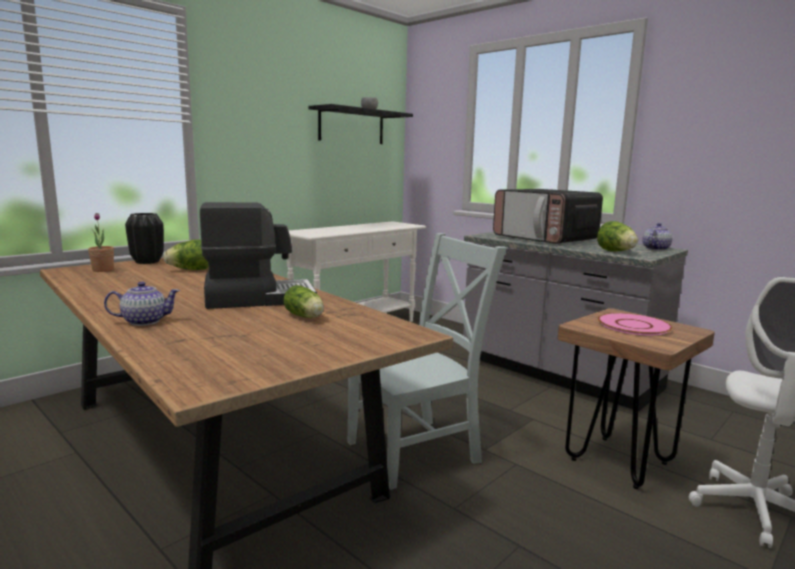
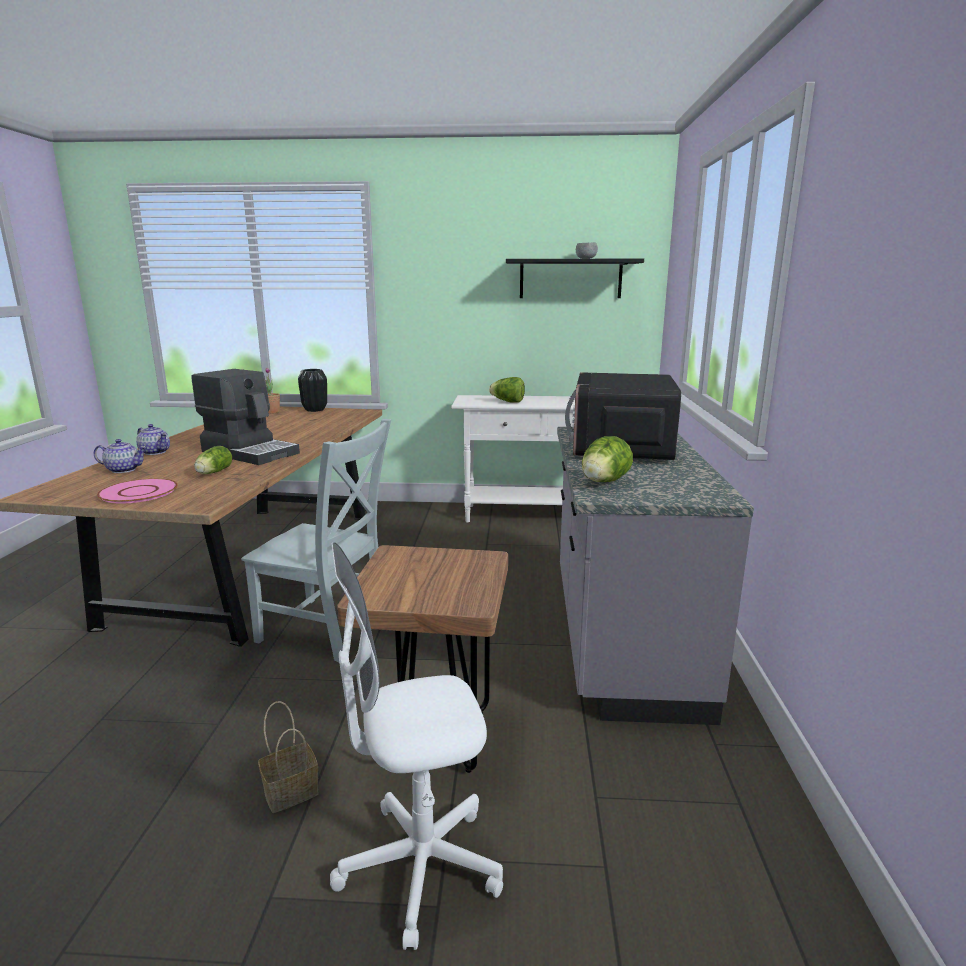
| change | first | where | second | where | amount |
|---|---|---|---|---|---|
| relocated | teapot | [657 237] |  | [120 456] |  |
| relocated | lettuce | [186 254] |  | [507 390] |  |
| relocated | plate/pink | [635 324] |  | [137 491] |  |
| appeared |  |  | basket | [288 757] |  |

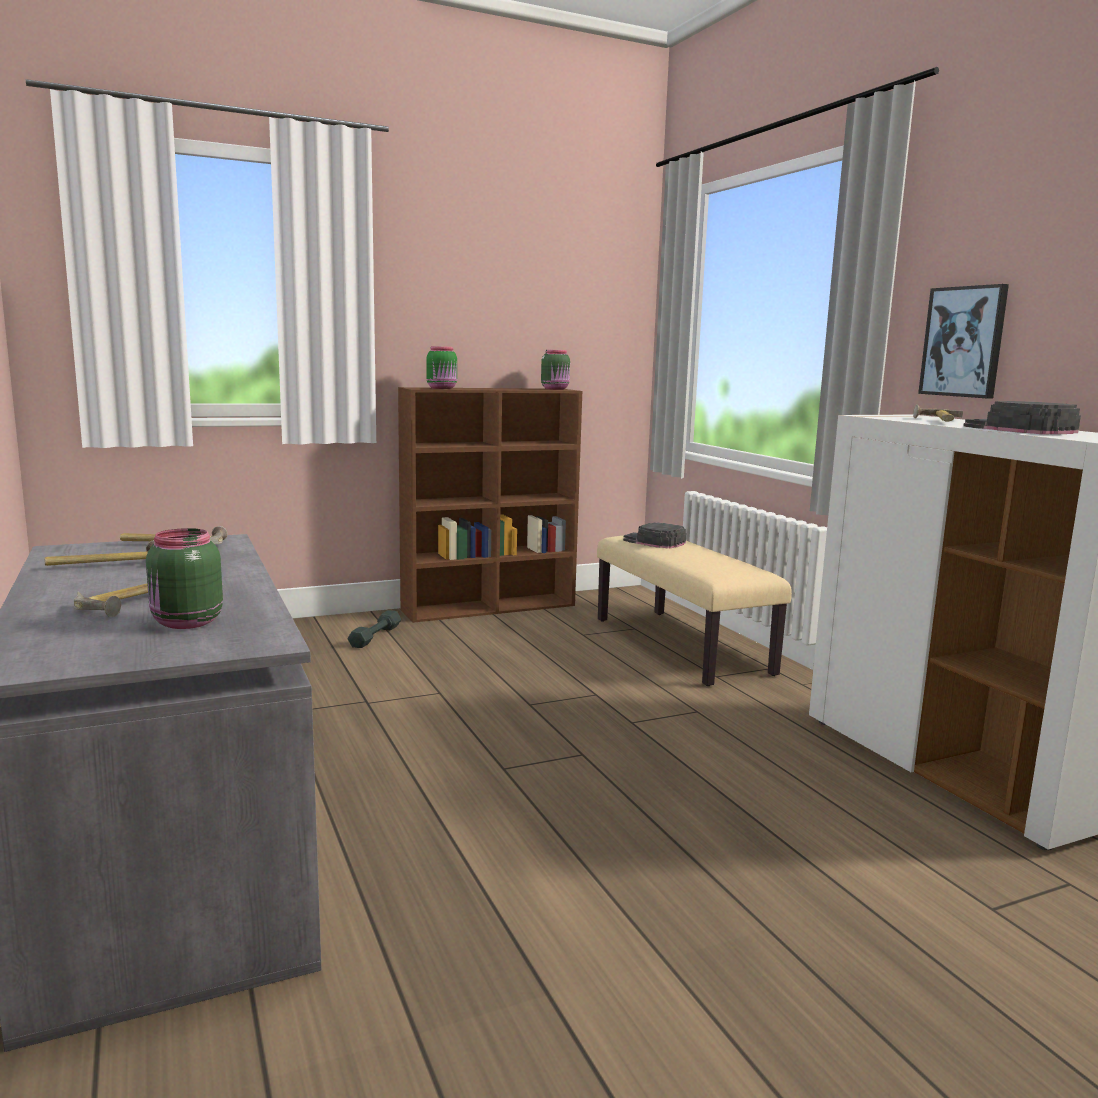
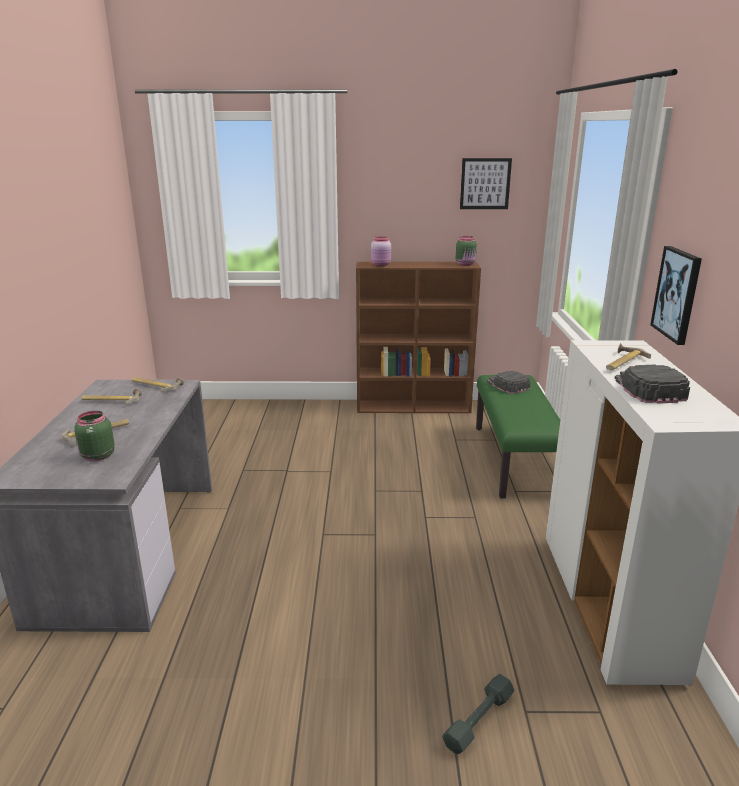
| change | first | where | second | where | amount |
|---|---|---|---|---|---|
| colour | jar/green | [441 367] | jar/pink | [381 251] |  |
| colour | bench/beige | [694 610] | bench/green | [518 437] |  |
| relocated | dumbbell/grey | [374 629] |  | [478 714] |  |
| appeared |  |  | picture | [486 183] |  |

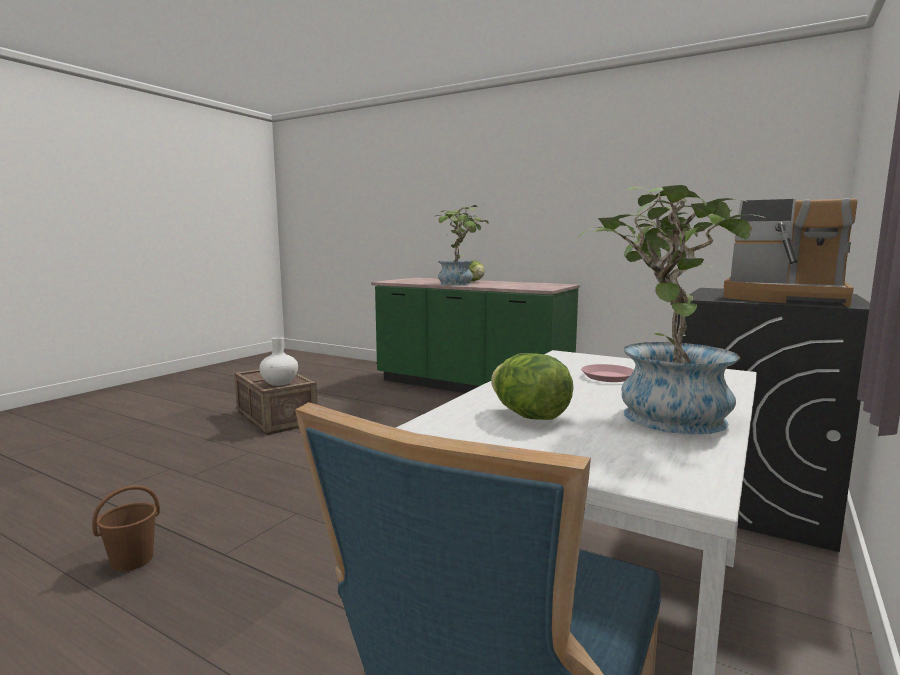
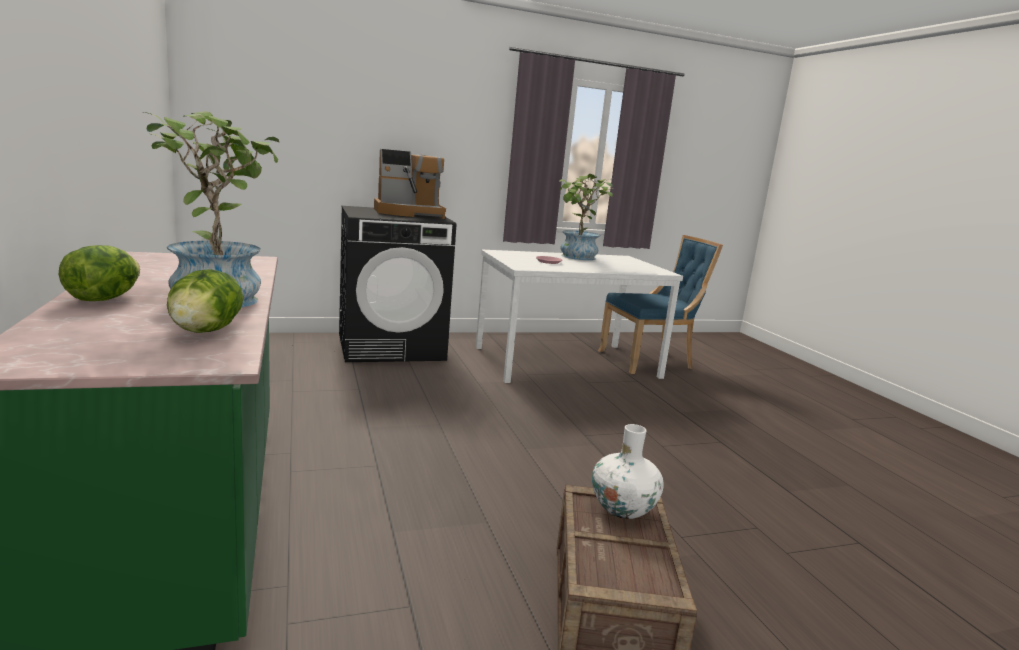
| change | first | where | second | where | amount |
|---|---|---|---|---|---|
| spun | coffee machine | [790 252] |  | [410 184] | 90 degrees clockwise |
| relocated | lettuce | [532 386] |  | [205 301] |  |
| missing | bucket/brown | [126 528] |  |  |  |

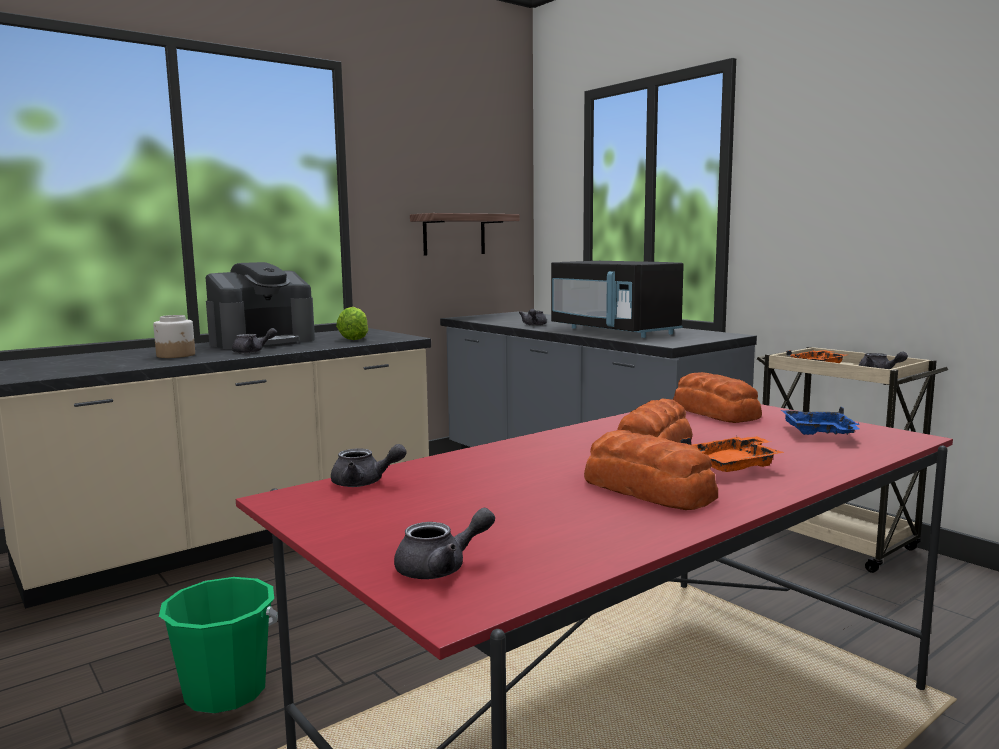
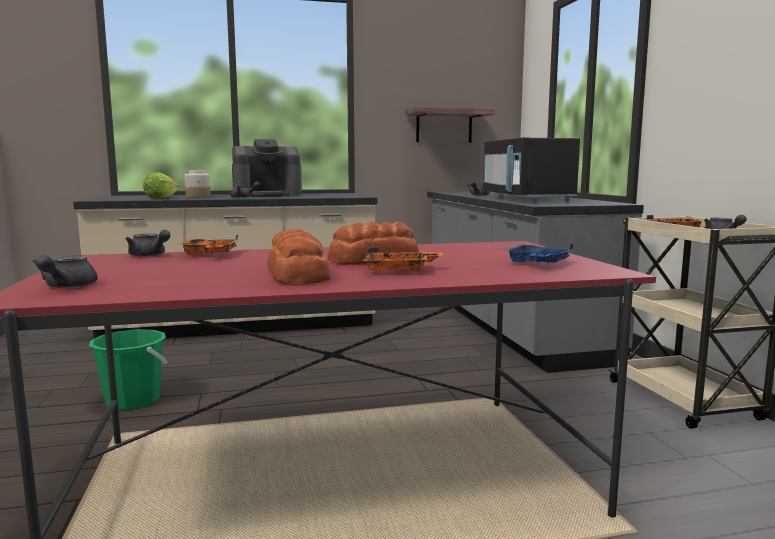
| change | first | where | second | where | amount |
|---|---|---|---|---|---|
| relocated | lettuce | [352 323] |  | [161 185] |  |
| missing | bread | [717 397] |  |  |  |
| spun | teapot/grey | [444 543] |  | [65 271] | 90 degrees clockwise |
| appeared |  |  | tray/orange | [208 245] |  |

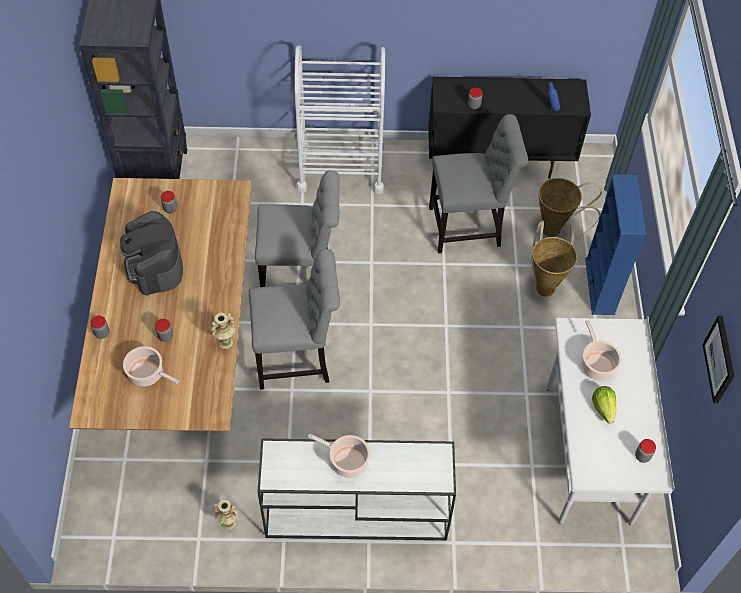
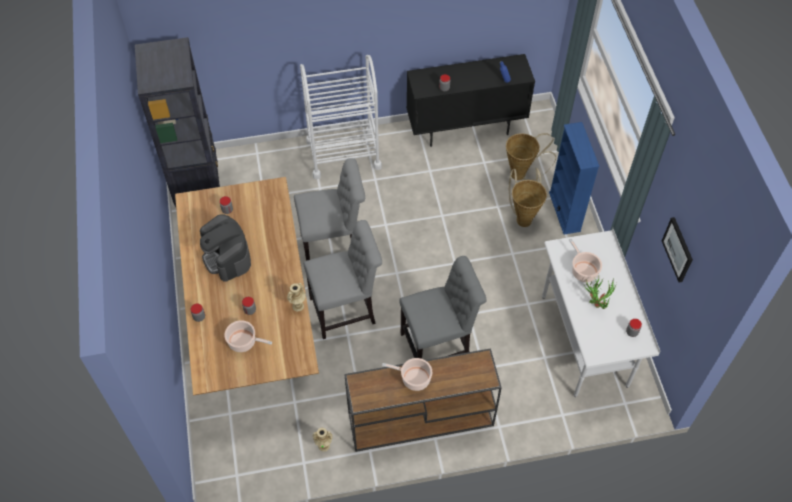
| change | first | where | second | where | amount |
|---|---|---|---|---|---|
| relocated | chair/grey | [478 183] |  | [443 307] |  |
| exchanged | lettuce | [604 405] | potted plant | [600 293] |  |
| colour | console table/white | [357 489] | console table/brown | [423 400] |  |

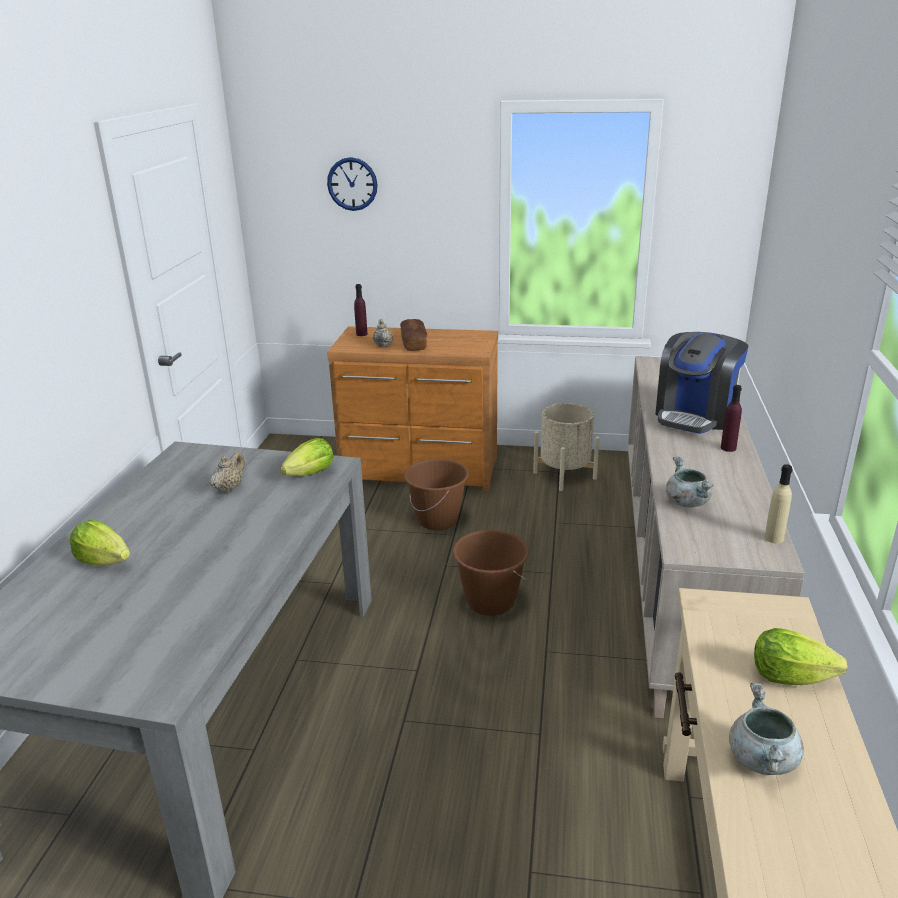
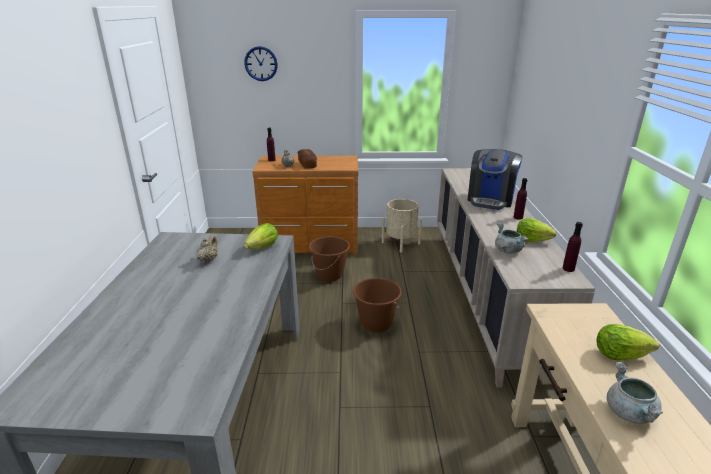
| change | first | where | second | where | amount |
|---|---|---|---|---|---|
| colour | bottle/beige | [779 504] | bottle/purple | [573 247] |  |
| relocated | lettuce | [99 543] |  | [537 230] |  |

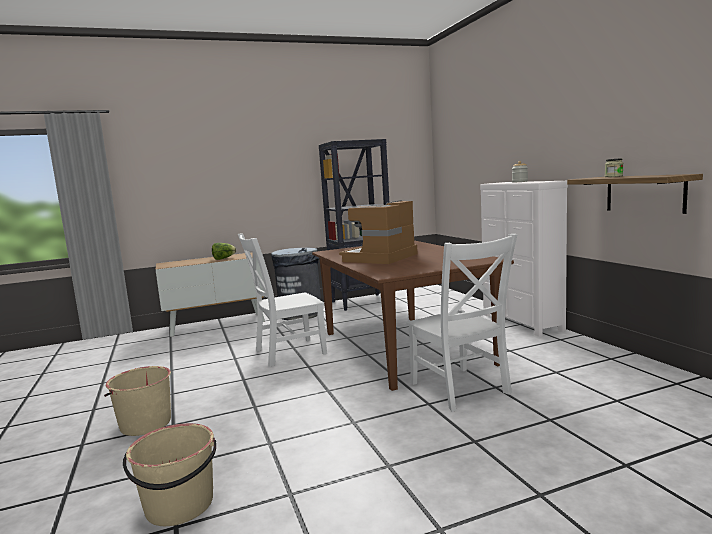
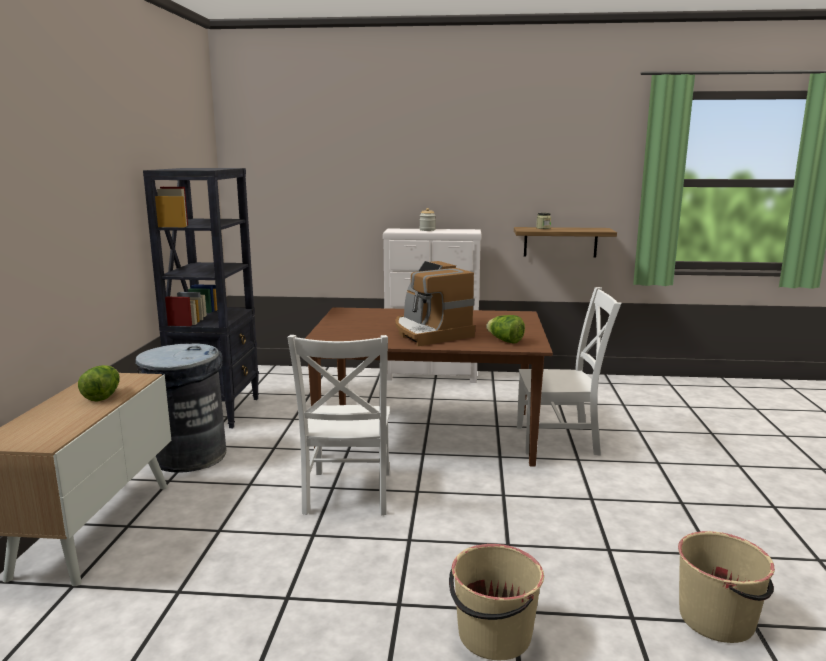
| change | first | where | second | where | amount |
|---|---|---|---|---|---|
| appeared |  |  | lettuce | [505 329] |  |

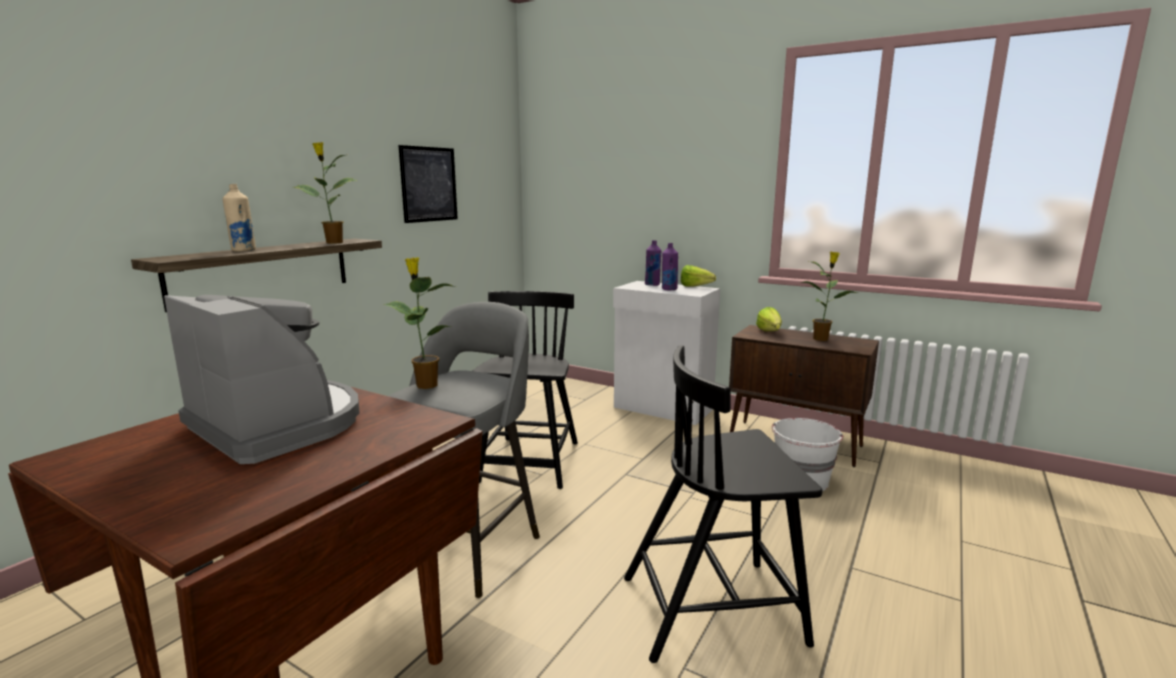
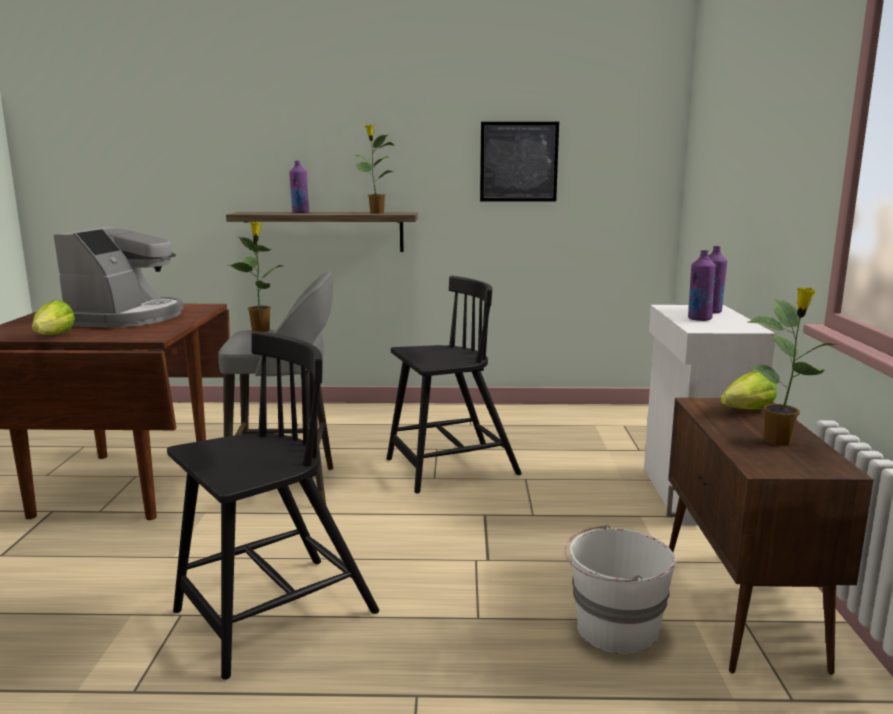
| change | first | where | second | where | amount |
|---|---|---|---|---|---|
| colour | bottle/beige | [239 218] | bottle/purple | [299 187] |  |
| relocated | lettuce | [698 276] |  | [53 317] |  |
| spun | chair/black | [723 504] |  | [273 505] | 90 degrees clockwise |

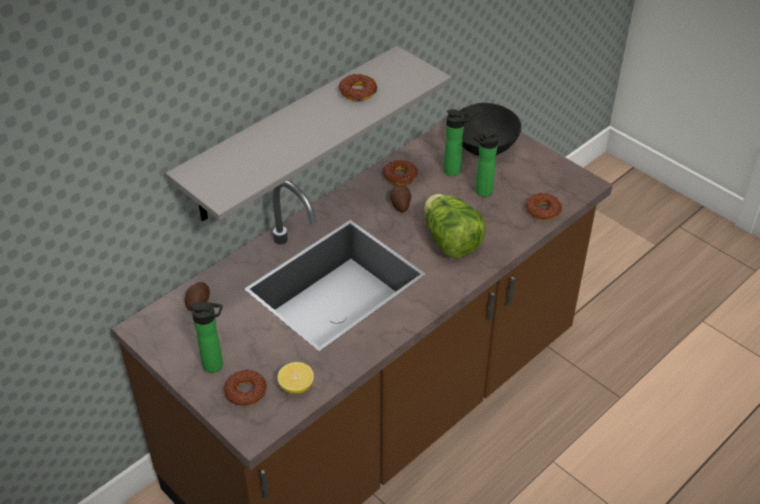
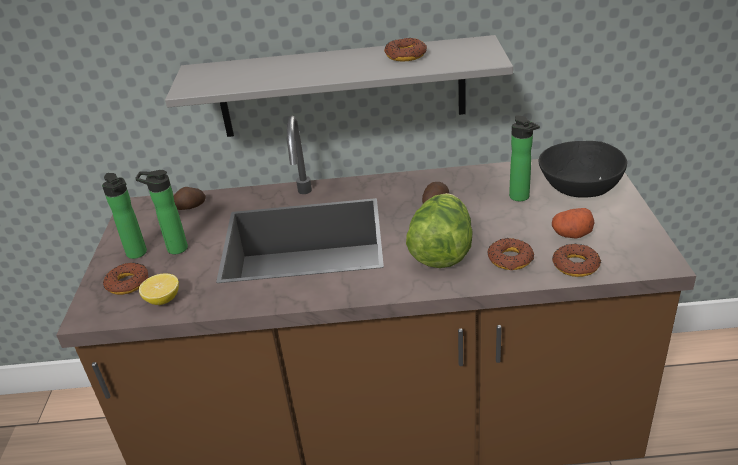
| change | first | where | second | where | amount |
|---|---|---|---|---|---|
| relocated | bottle | [486 163] |  | [161 212] |  |
| relocated | donut | [400 172] |  | [511 254] |  |
| appeared |  |  | potato | [573 223] |  |

